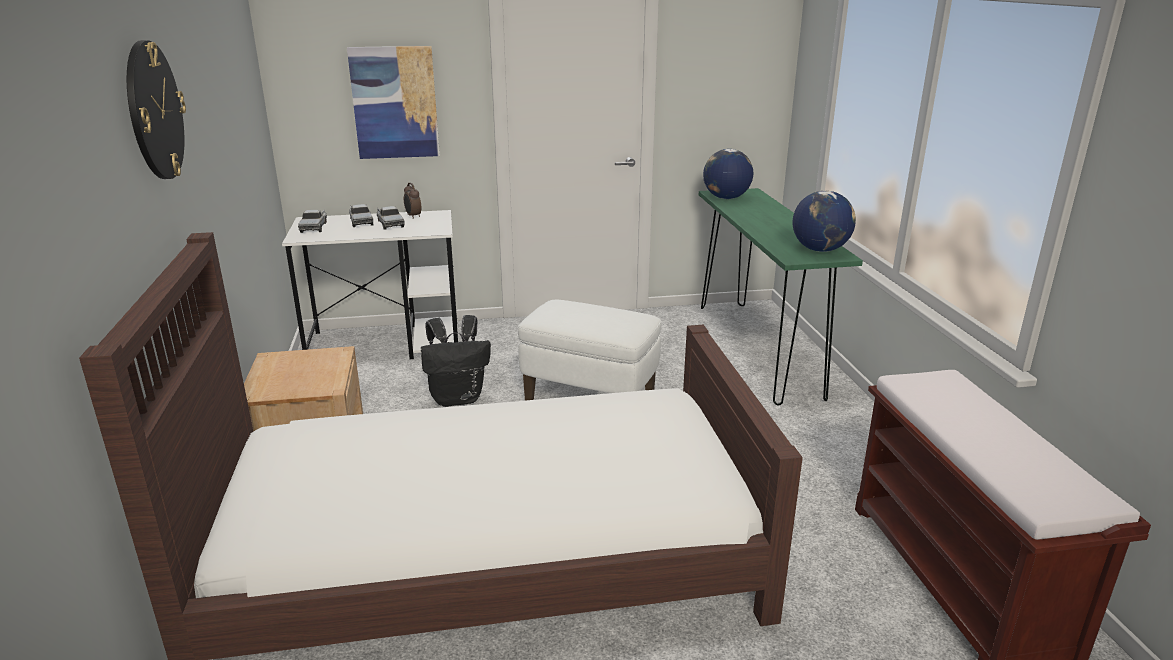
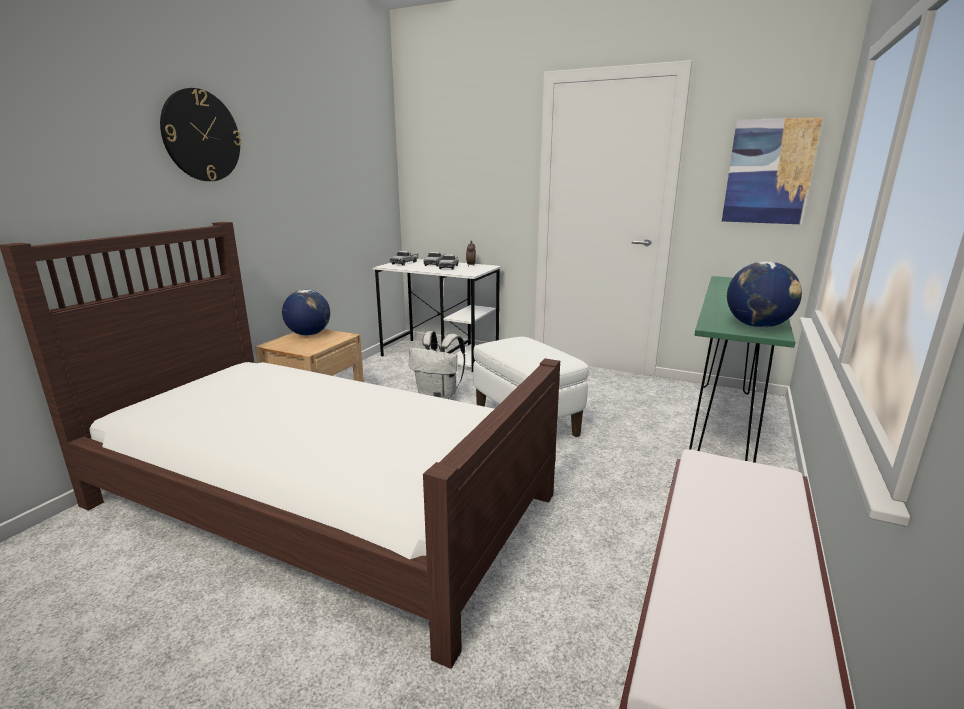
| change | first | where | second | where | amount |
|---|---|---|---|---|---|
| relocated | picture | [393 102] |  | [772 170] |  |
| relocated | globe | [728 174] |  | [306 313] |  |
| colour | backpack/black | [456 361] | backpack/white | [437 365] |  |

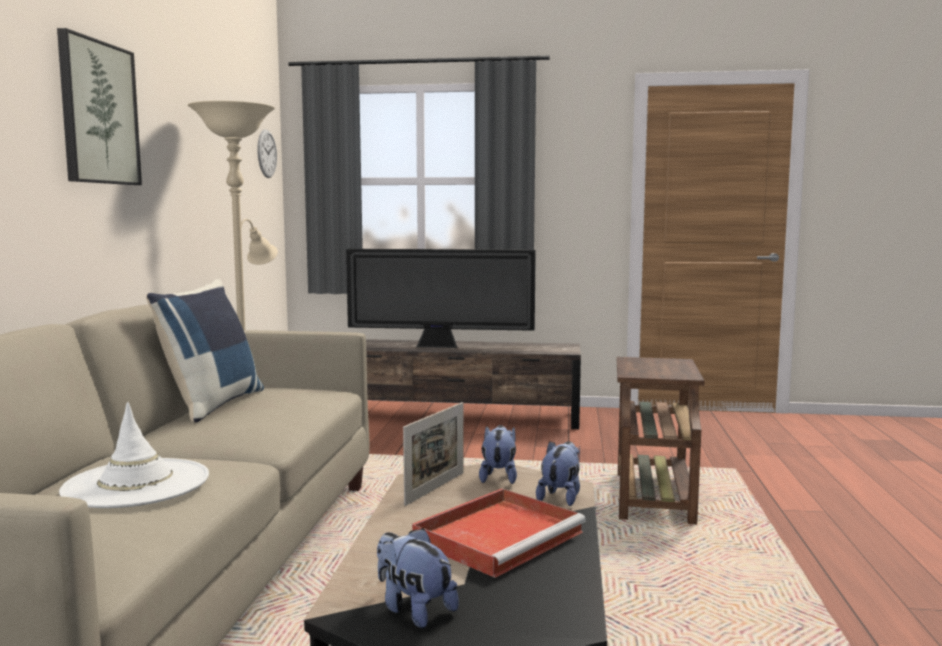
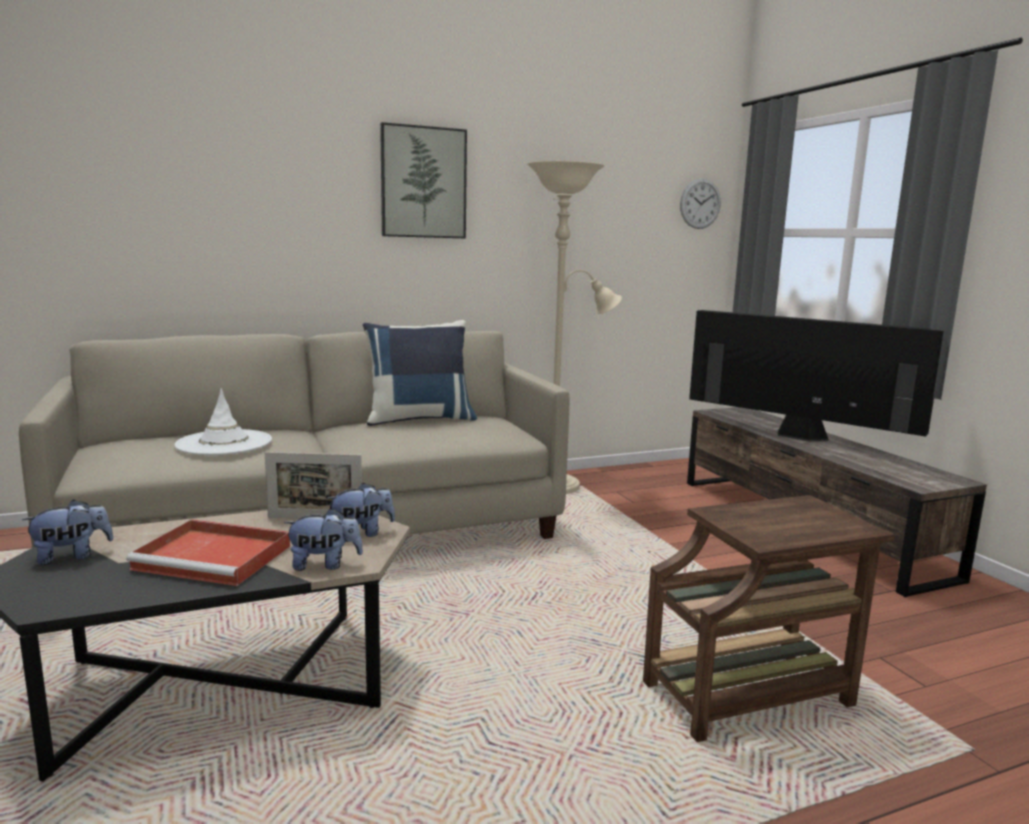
| change | first | where | second | where | amount |
|---|---|---|---|---|---|
| spun | television | [441 298] |  | [816 375] | 150 degrees clockwise |
| spun | plush toy | [418 578] |  | [68 532] | 45 degrees clockwise |

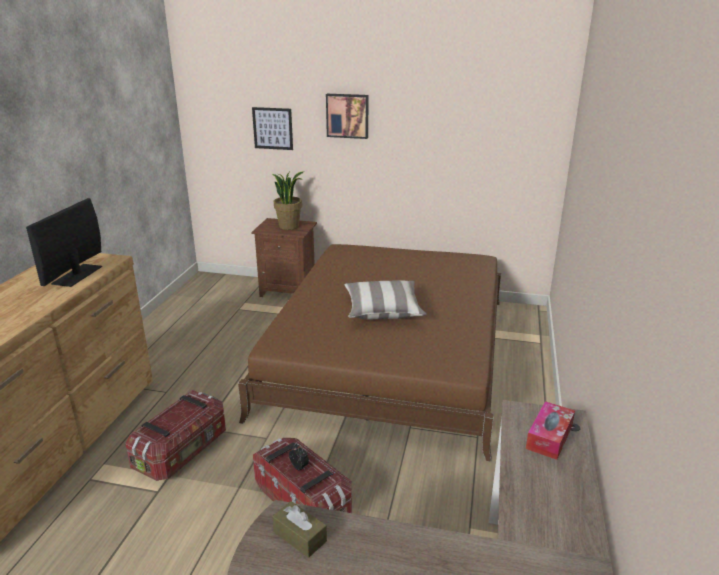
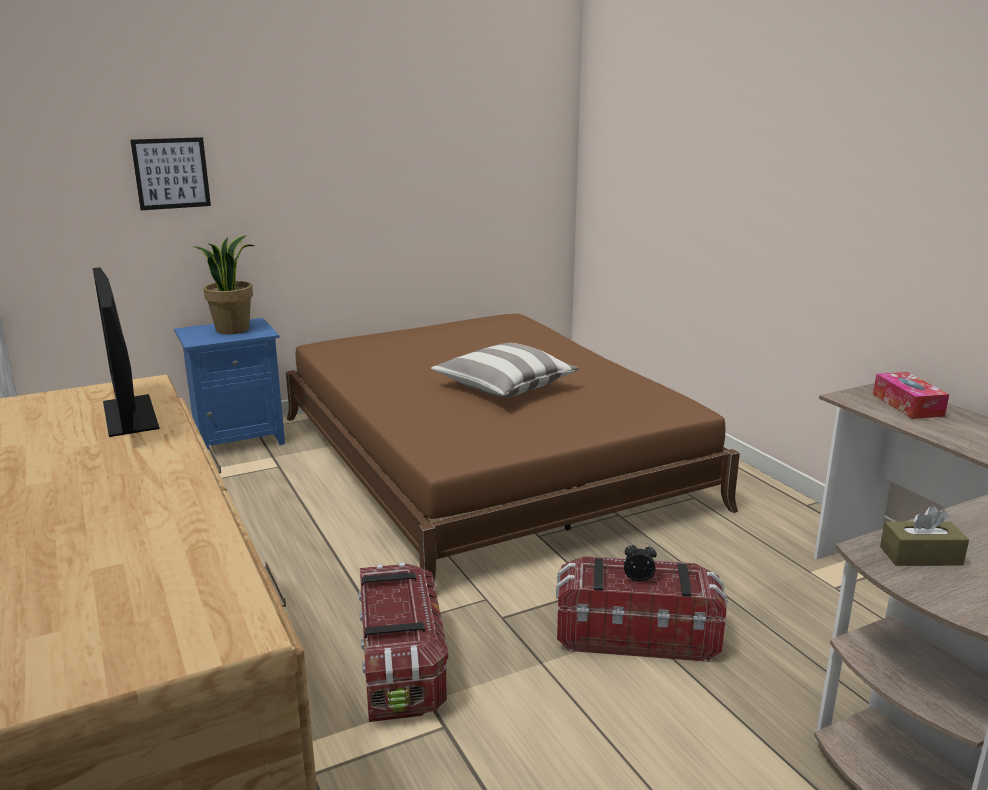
| change | first | where | second | where | amount |
|---|---|---|---|---|---|
| missing | picture | [347 116] |  |  |  |
| colour | nightstand/brown | [284 257] | nightstand/blue | [229 384] |  |

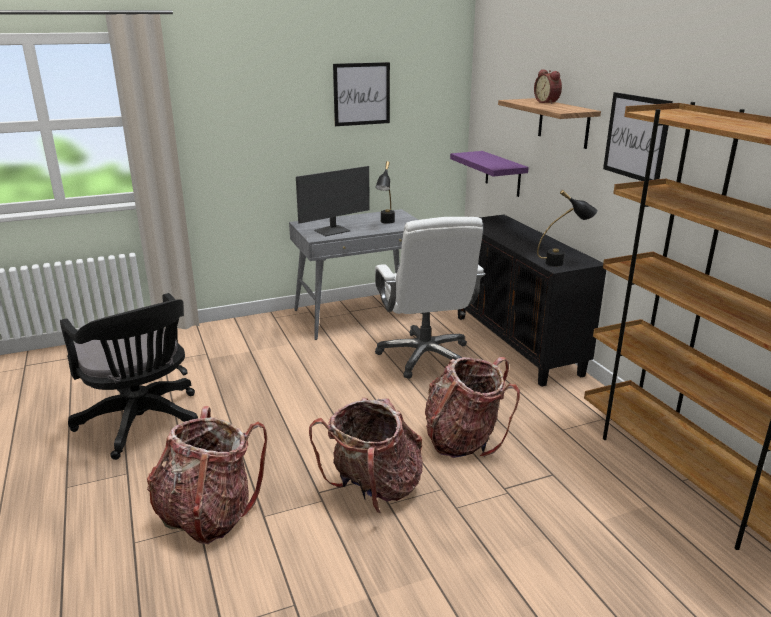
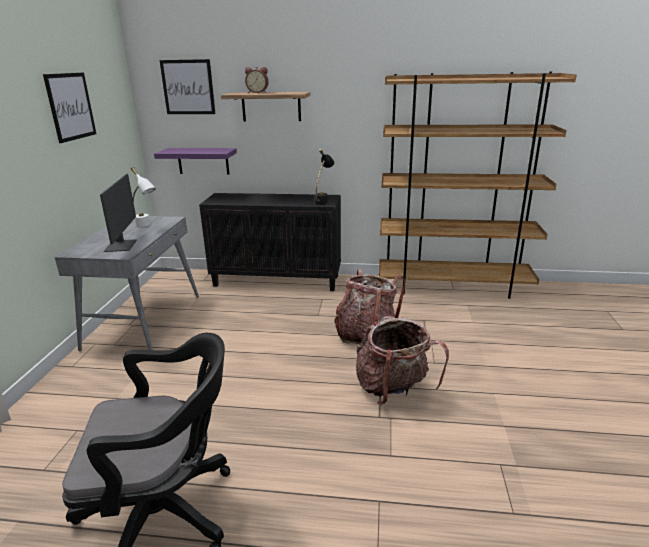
| change | first | where | second | where | amount |
|---|---|---|---|---|---|
| relocated | picture | [638 136] |  | [188 86] |  |
| colour | table lamp/black | [385 192] | table lamp/white | [143 197] |  |
| missing | office chair/white | [430 298] |  |  |  |
| missing | backpack | [207 475] |  |  |  |

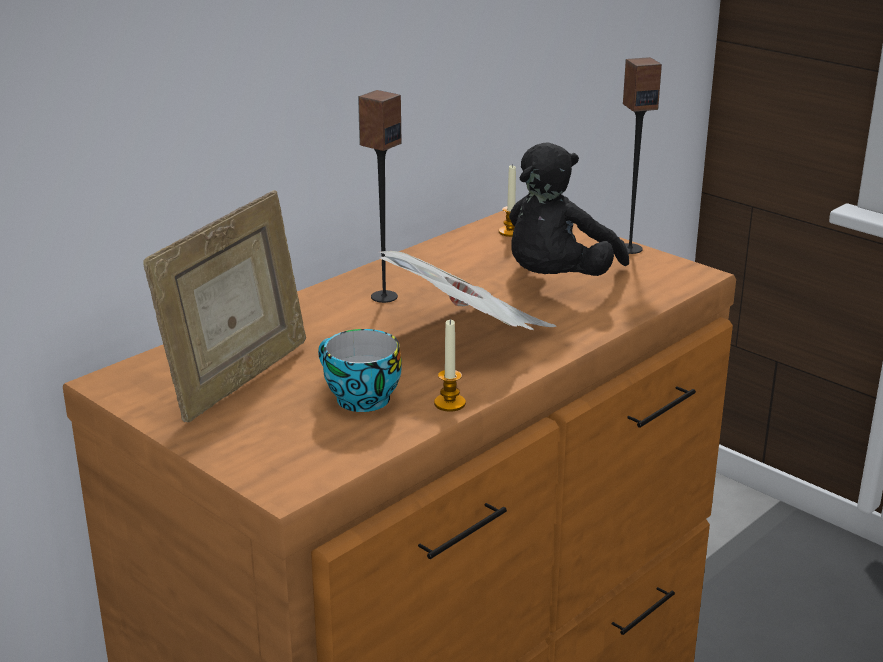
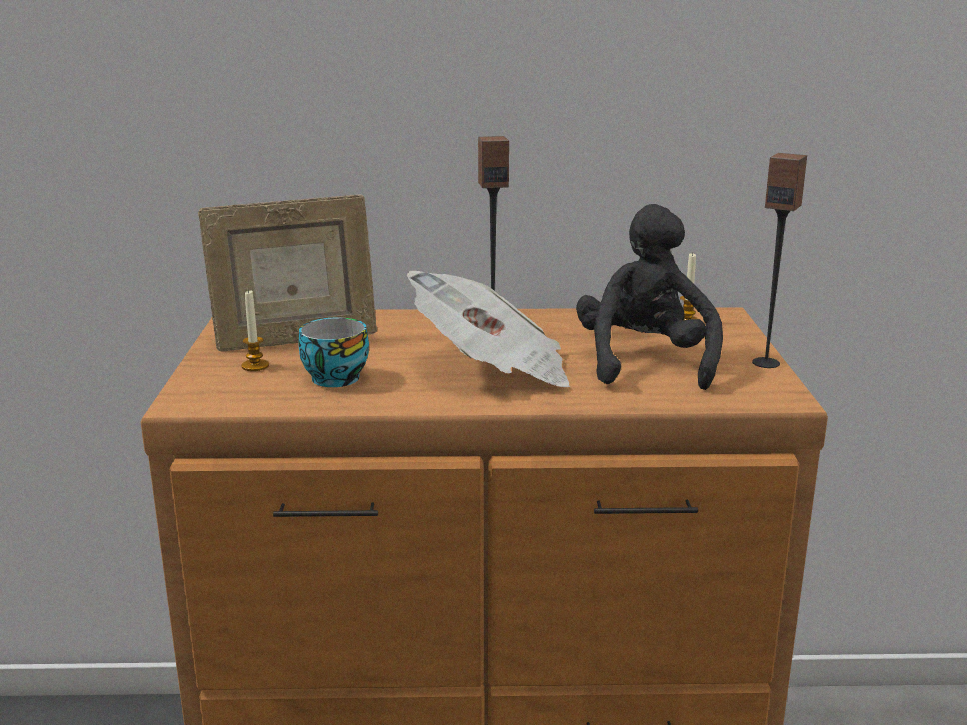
| change | first | where | second | where | amount |
|---|---|---|---|---|---|
| spun | plush toy/black | [569 209] |  | [649 297] | 105 degrees clockwise |
| relocated | candle | [450 365] |  | [255 330] |  |

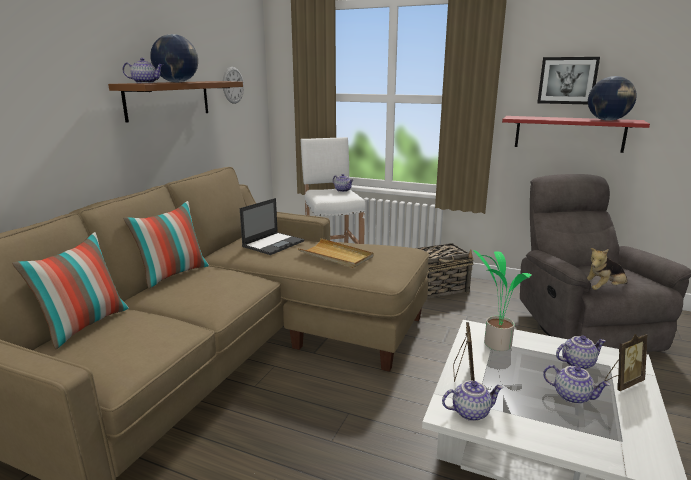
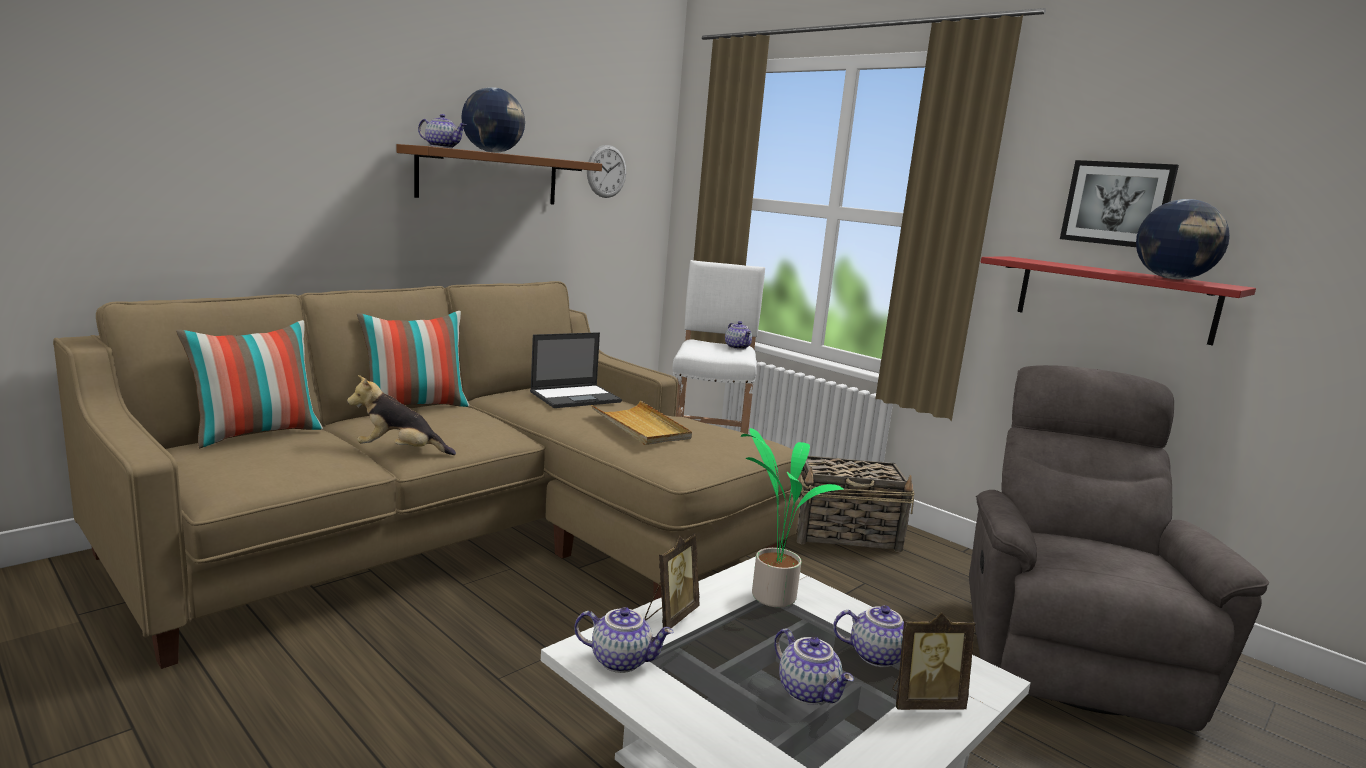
| change | first | where | second | where | amount |
|---|---|---|---|---|---|
| relocated | plush toy | [607 269] |  | [401 415] |  |

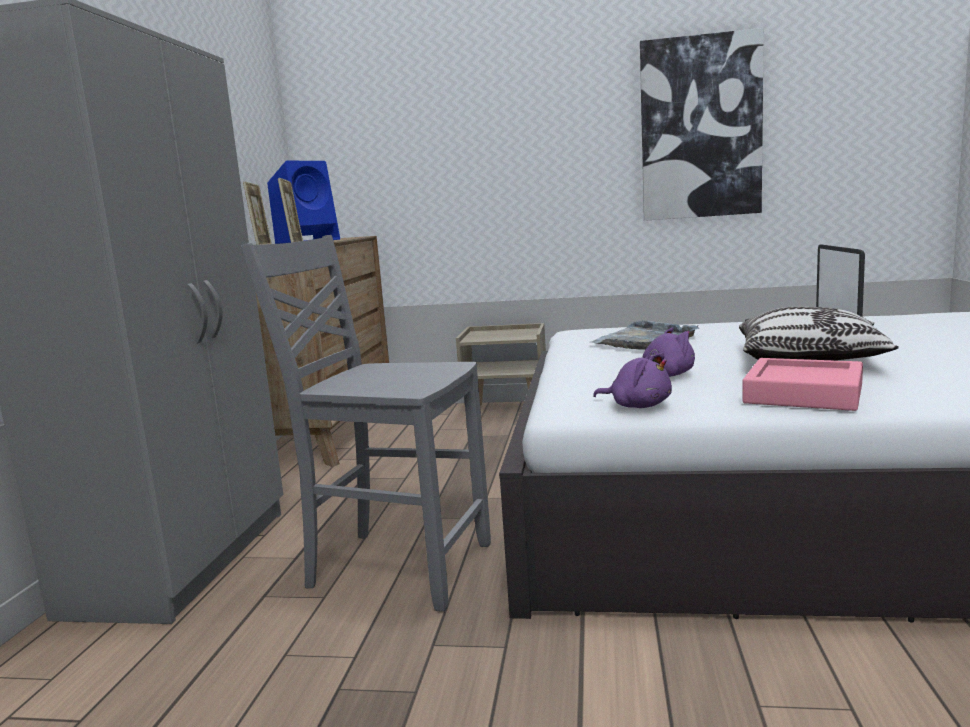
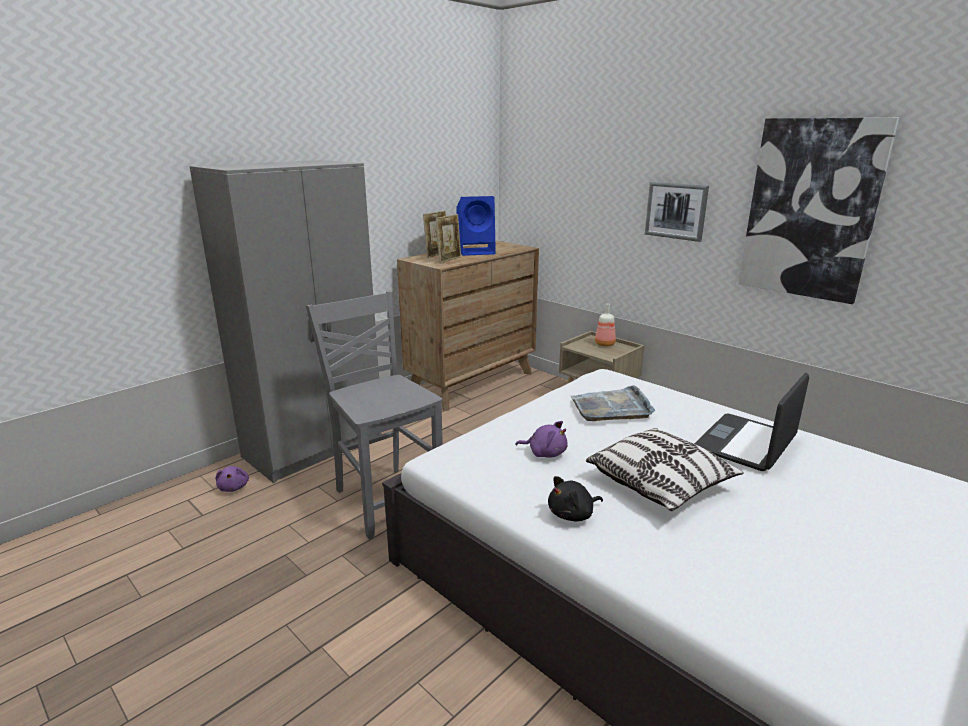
| change | first | where | second | where | amount |
|---|---|---|---|---|---|
| relocated | plush toy/purple | [632 380] |  | [232 479] |  |
| exchanged | tray/pink | [802 384] | plush toy/black | [575 499] |  |
| appeared |  |  | picture | [677 212] |  |
| appeared |  |  | bottle | [605 325] |  |

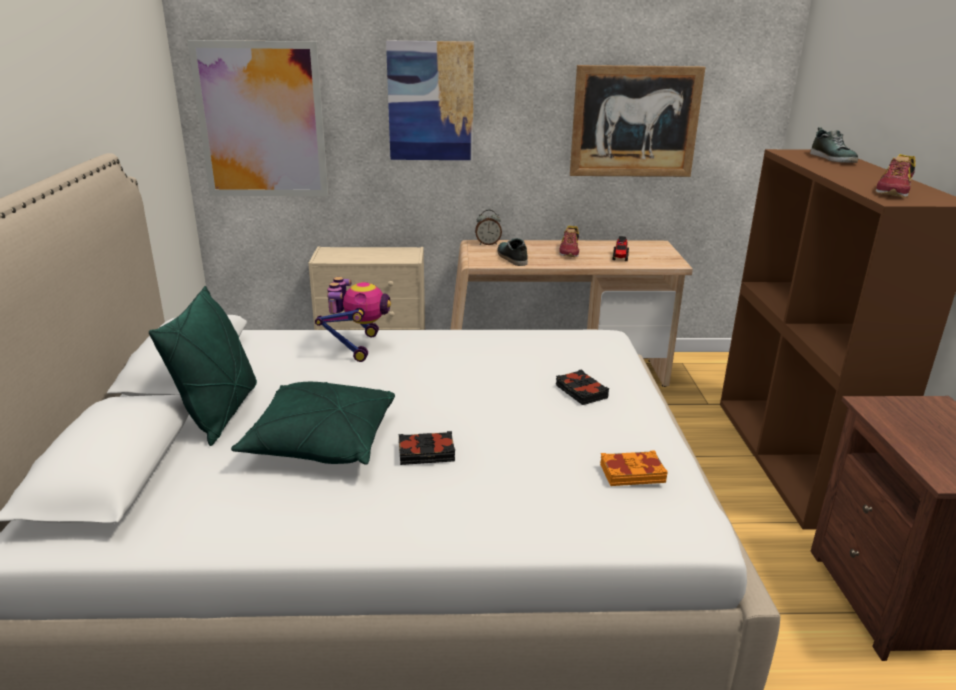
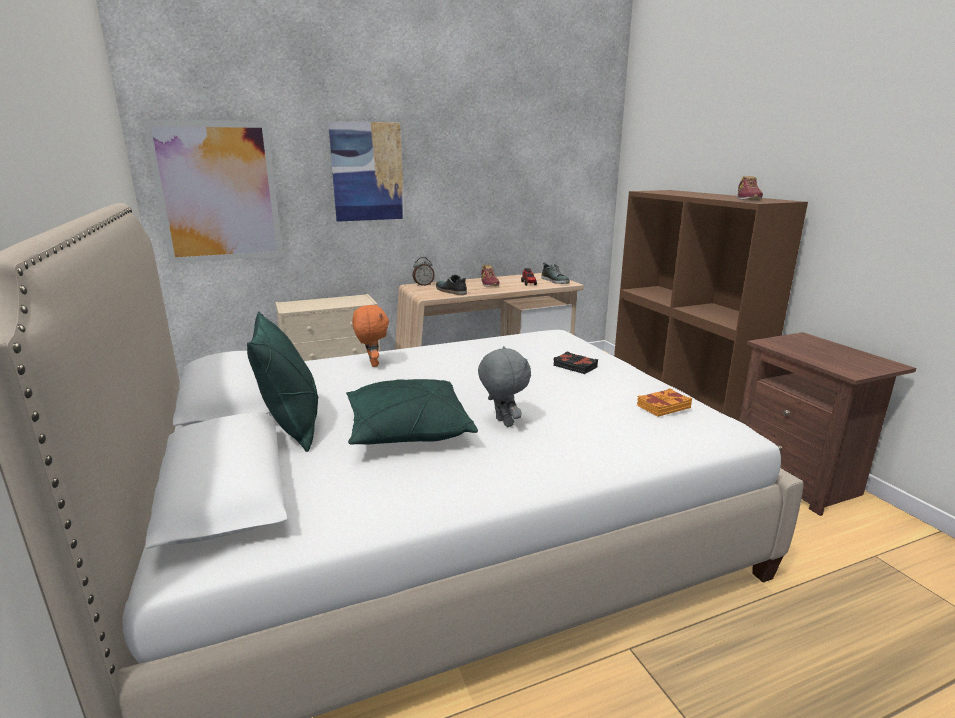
| change | first | where | second | where | amount |
|---|---|---|---|---|---|
| missing | picture | [637 121] |  |  |  |
| relocated | shoe | [834 145] |  | [555 273] |  |
| exchanged | toy robot | [353 319] | plush toy/orange | [370 335] |  |
| exchanged | book/black | [426 448] | plush toy/grey | [504 386] |  |

